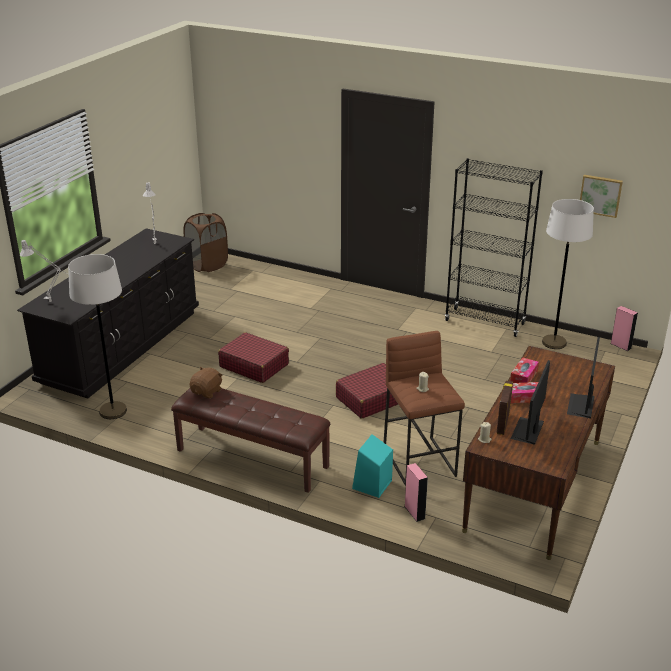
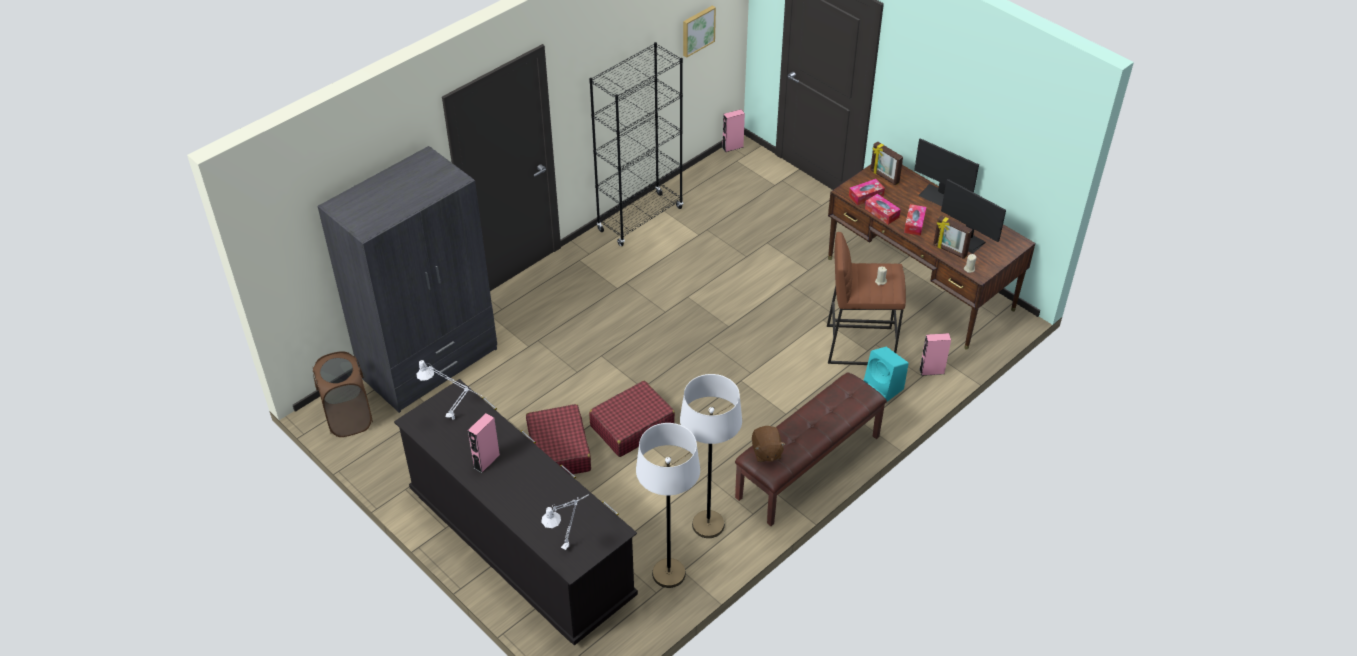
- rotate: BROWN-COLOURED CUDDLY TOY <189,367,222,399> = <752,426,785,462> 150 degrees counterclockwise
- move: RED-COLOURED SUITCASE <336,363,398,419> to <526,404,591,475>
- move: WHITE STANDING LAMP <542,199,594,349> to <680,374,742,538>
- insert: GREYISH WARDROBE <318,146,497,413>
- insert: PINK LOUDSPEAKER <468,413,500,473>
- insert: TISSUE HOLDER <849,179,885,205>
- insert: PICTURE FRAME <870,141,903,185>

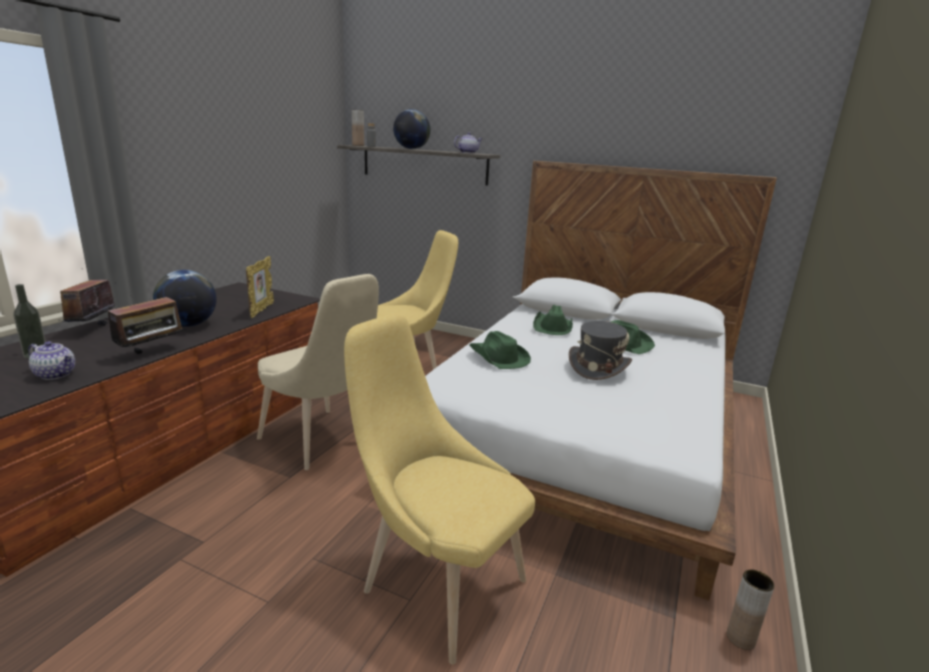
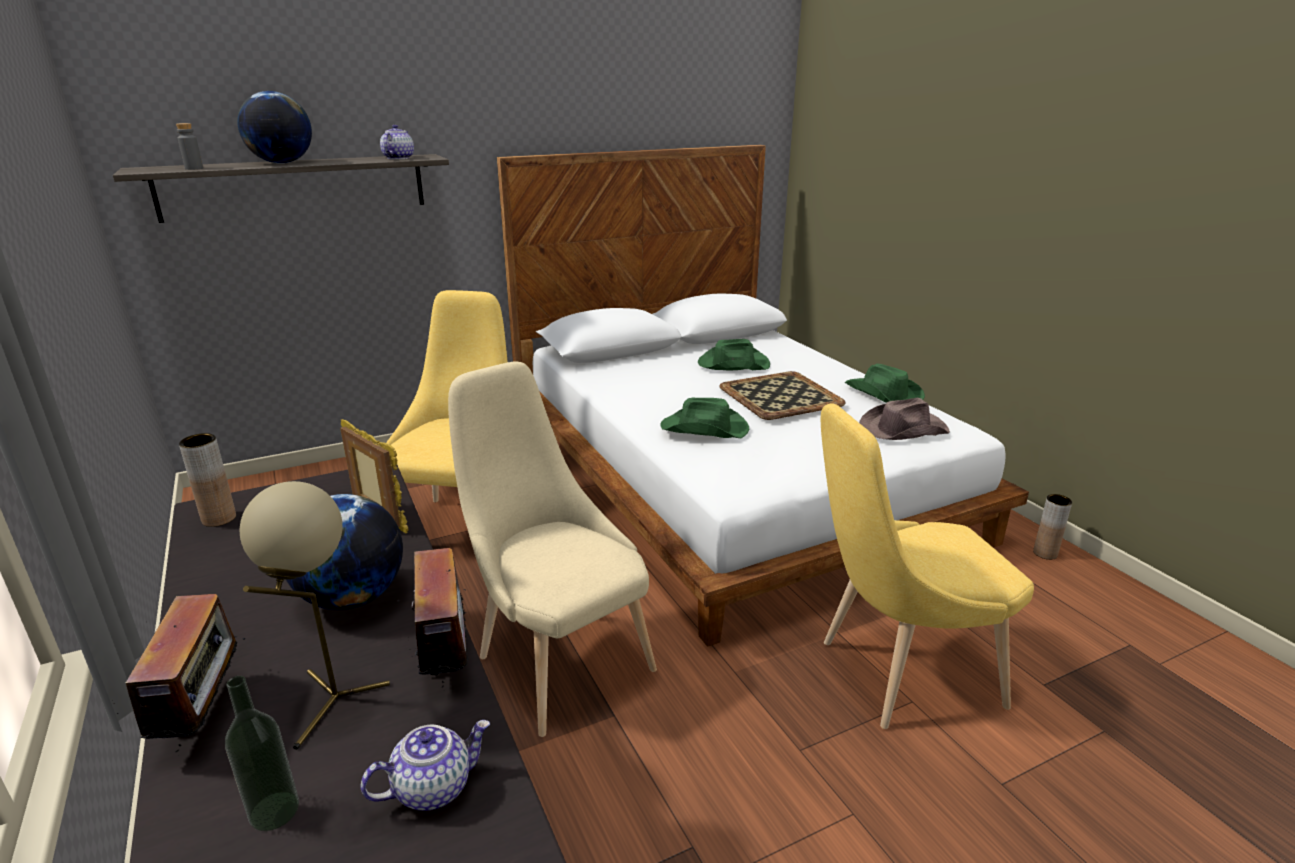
- rotate: RADIO <59,280,115,326> = <117,594,245,756> 135 degrees counterclockwise
- rotate: BEIGE PLAIN CHAIR <257,274,379,470> = <448,362,657,737> 120 degrees counterclockwise
- move: BROWN-COLOURED FLOWER VASE <352,110,364,146> to <179,433,236,527>
- move: GREEN HAT <533,305,573,335> to <845,364,925,403>
- replace: GREYISH HAT <569,321,632,380> to TRAY <719,371,846,420>
- insert: BEIGE TABLE LAMP <240,481,390,750>
- insert: BROWN-COLOURED HAT <859,398,950,440>

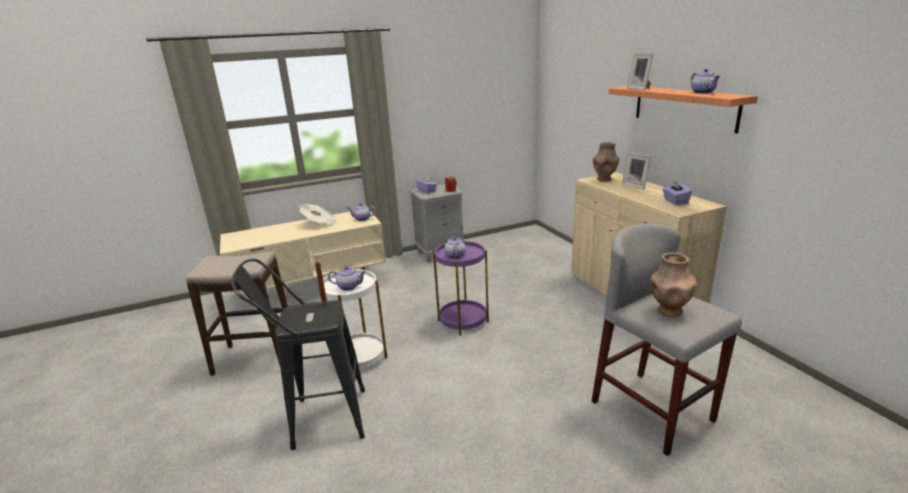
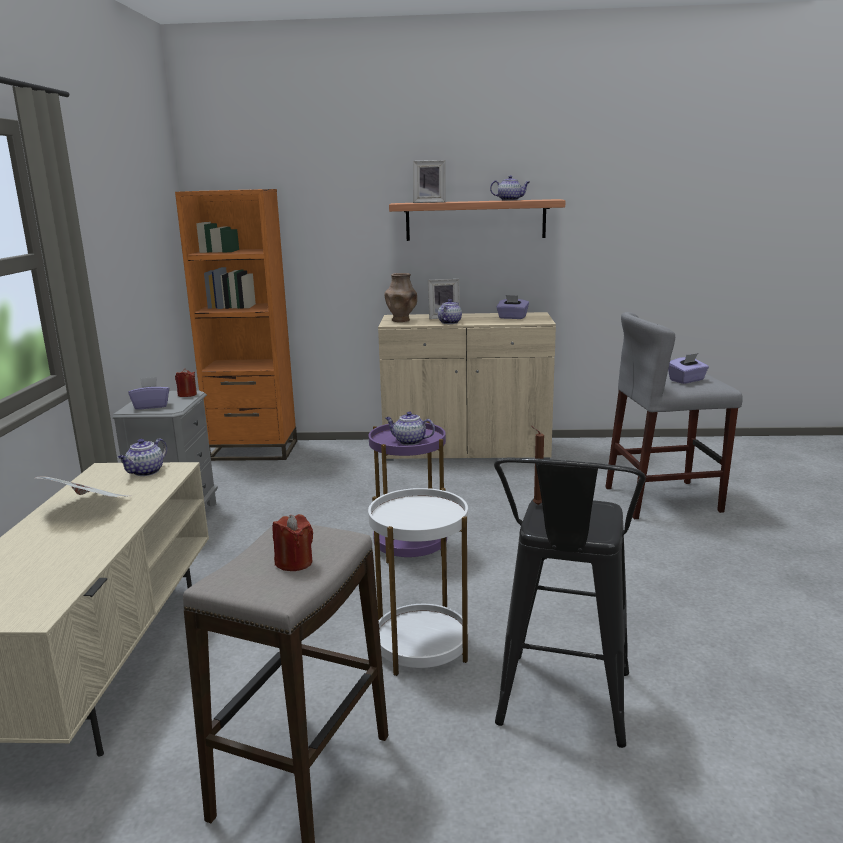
- move: TEAPOT <328,266,366,291> to <438,299,462,324>
- replace: BROWN-COLOURED FLOWER VASE <650,252,697,317> to PURPLISH TISSUE HOLDER <668,353,709,384>
- insert: ORANGE-COLOURED BOOKCASE <175,189,297,461>
- insert: RED-COLOURED WAX LIGHT <272,514,313,571>

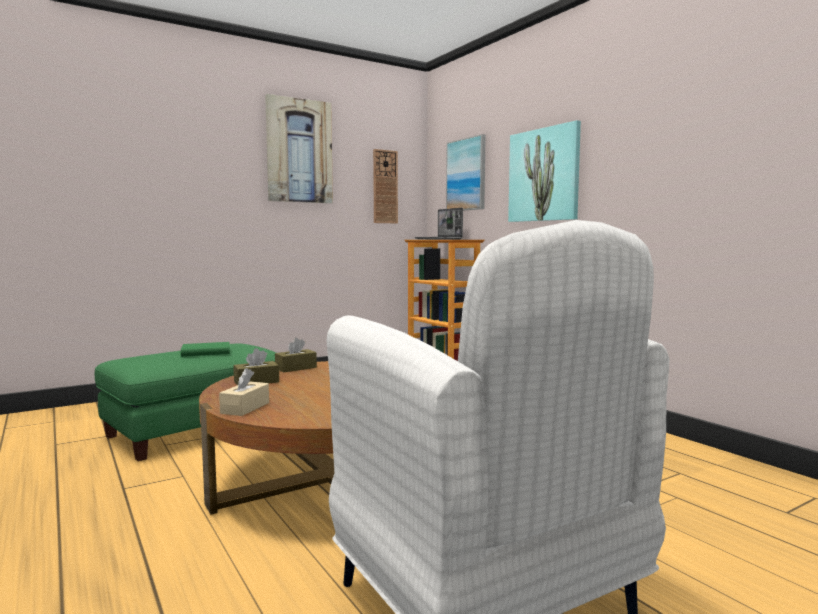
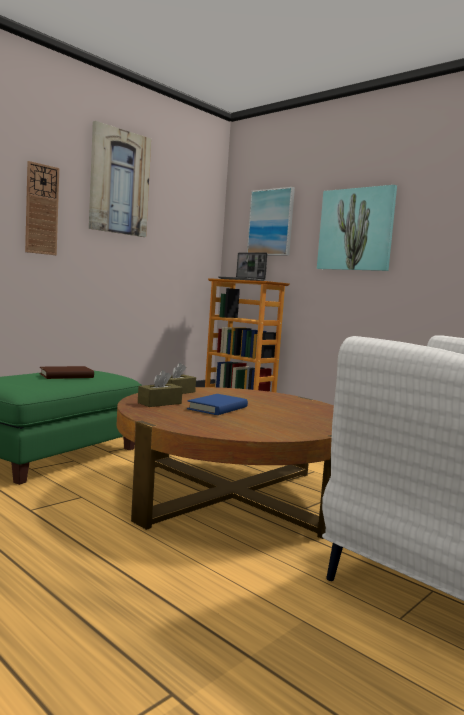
- recolor: GREEN VOLUME <181,342,230,357> to BROWN-COLOURED VOLUME <40,366,94,379>
- delete: BEIGE TISSUE HOLDER <219,368,269,416>
- move: WALL CLOCK <373,149,398,223> to <25,161,59,255>
- insert: BLUE VOLUME <187,394,248,415>

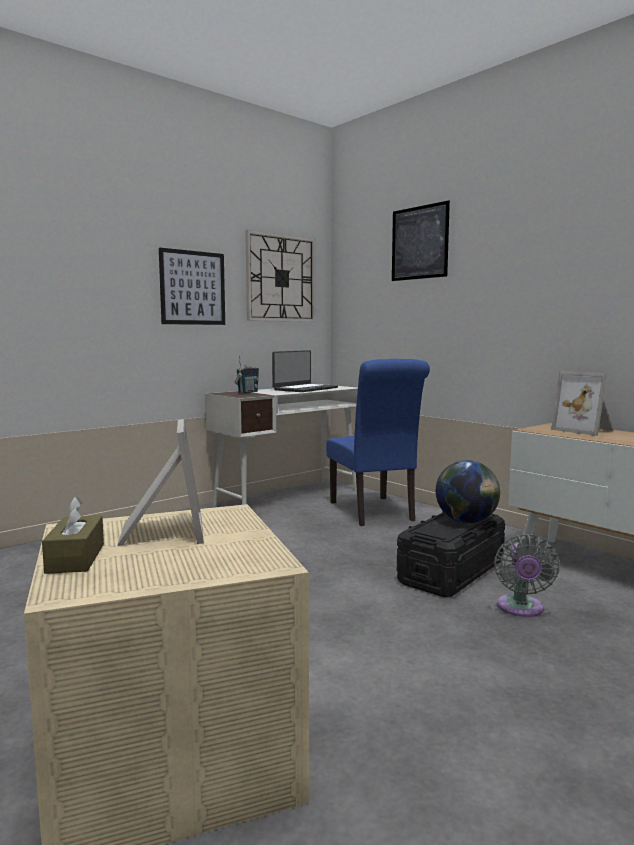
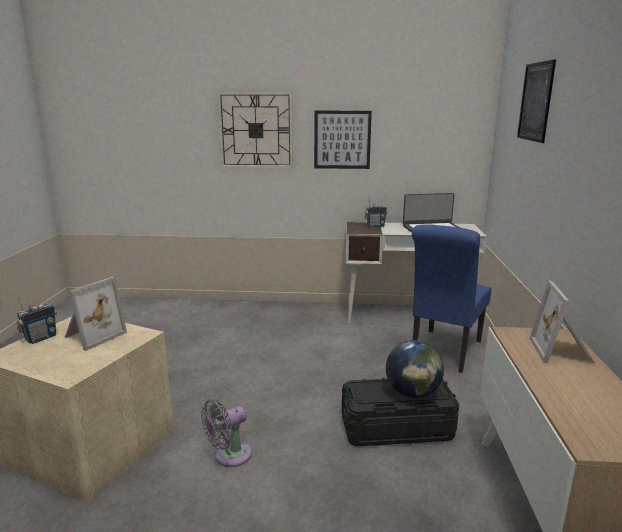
- replace: BROWN-COLOURED TISSUE HOLDER <42,496,104,574> to RADIO <17,296,57,344>
- move: WALL CLOCK <245,230,315,322> to <217,92,293,168>
- move: GREYISH ELECTRIC FAN <494,534,560,617> to <201,399,252,467>

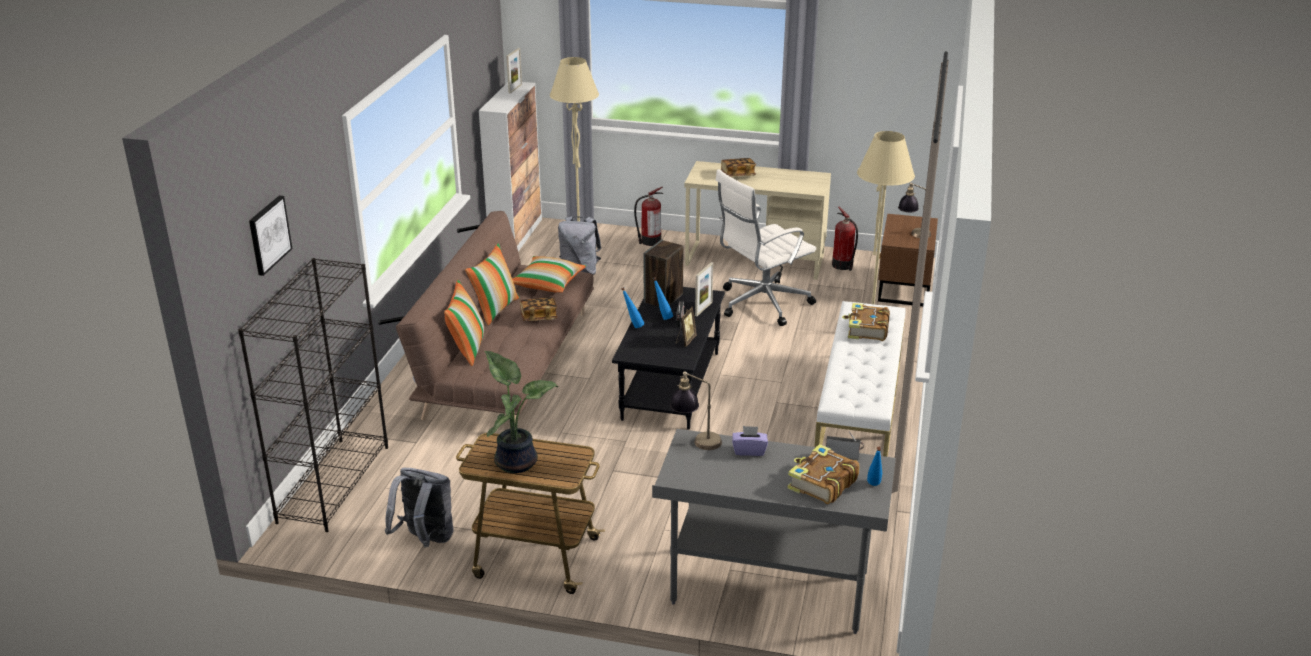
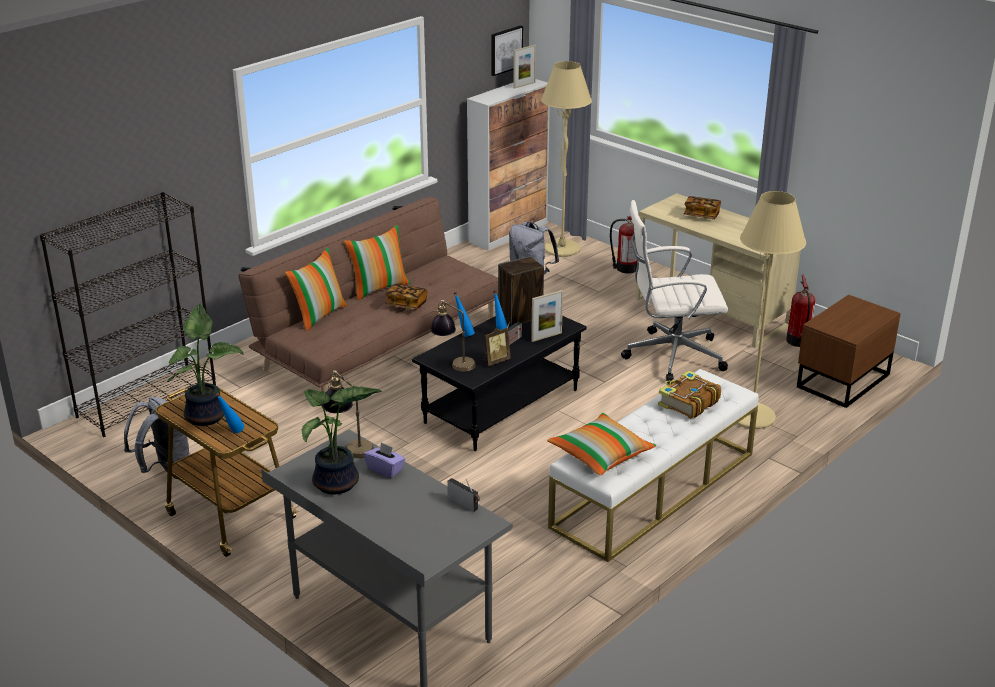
- move: WALL ART <249,196,292,276> to <491,25,523,76>
- move: PILLOW <512,256,586,293> to <547,413,656,475>
- delete: VOLUME <787,444,860,504>
- move: BLUE BOTTLE <867,447,882,486> to <215,393,244,433>
- move: TABLE LAMP <898,182,931,238> to <431,299,476,371>
- insert: POTTED PLANT <302,386,382,495>

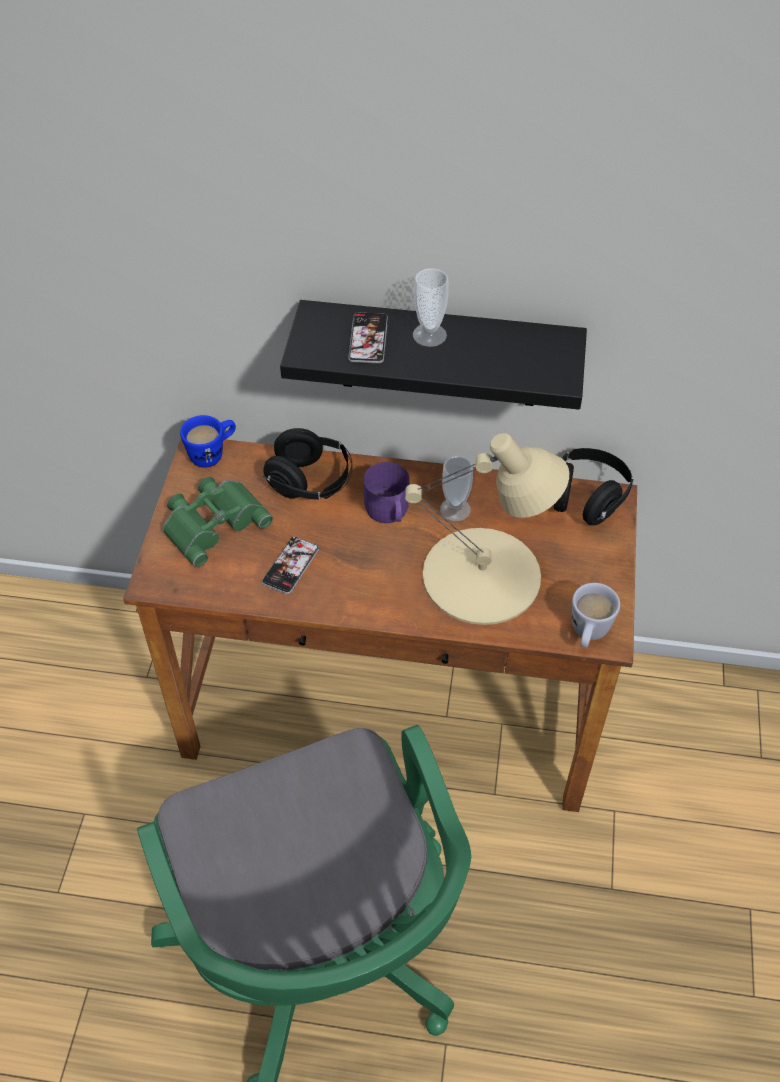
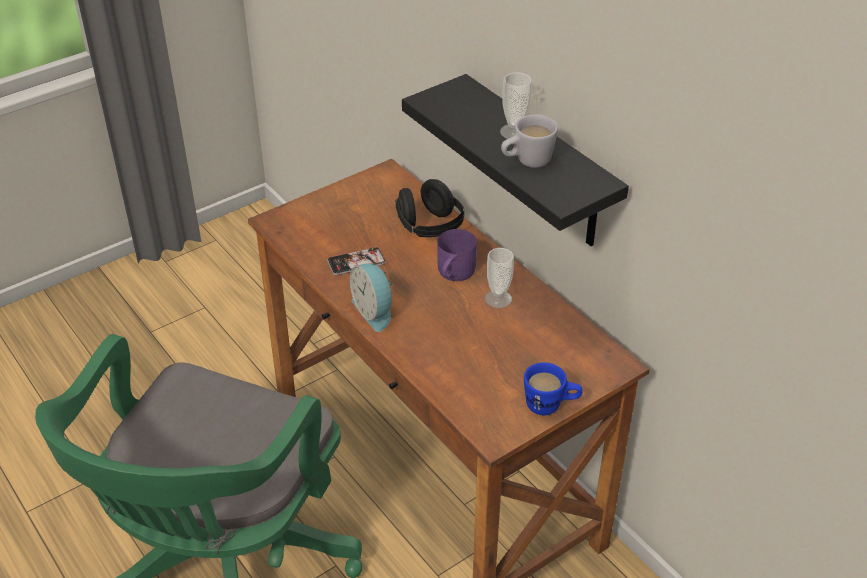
- delete: GREEN FIELD GLASSES <162,477,273,567>
- move: BLUE MUG <180,415,236,468> to <524,362,583,415>
- delete: TELEPHONE <348,313,388,363>
- delete: BEIGE TABLE LAMP <405,433,569,625>
- delete: BLACKISH PAIR OF HEADPHONES <554,448,633,526>
- move: WHITE MUG <572,583,620,648> to <501,115,558,168>
- insert: TABLE CLOCK <350,264,394,332>

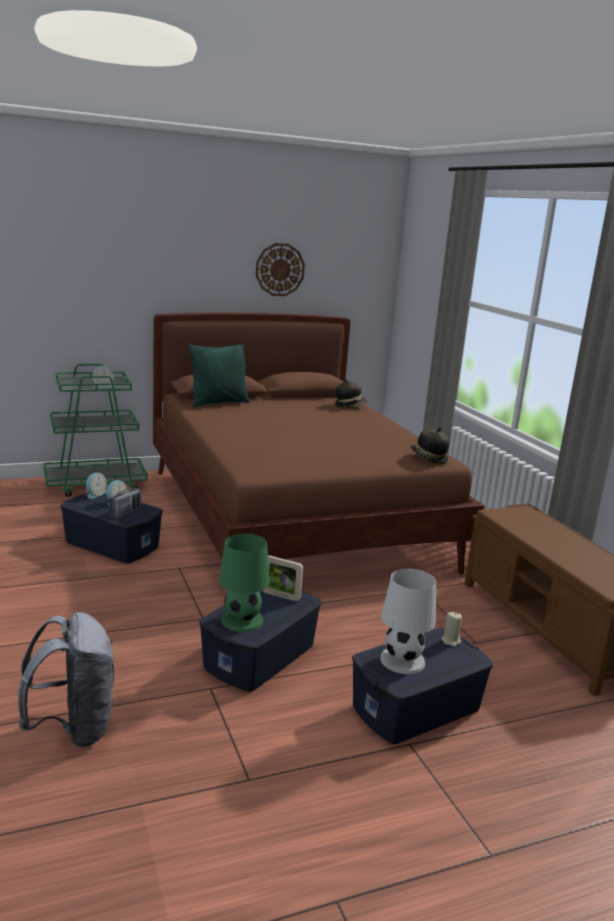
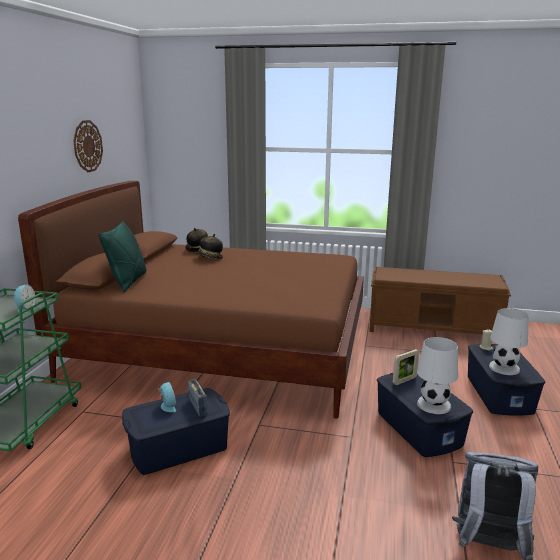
- delete: TABLE CLOCK <86,473,107,499>
- recolor: GREEN TABLE LAMP <219,534,269,632> to WHITE TABLE LAMP <417,337,458,414>
- move: HAT <410,428,450,464> to <194,234,223,259>

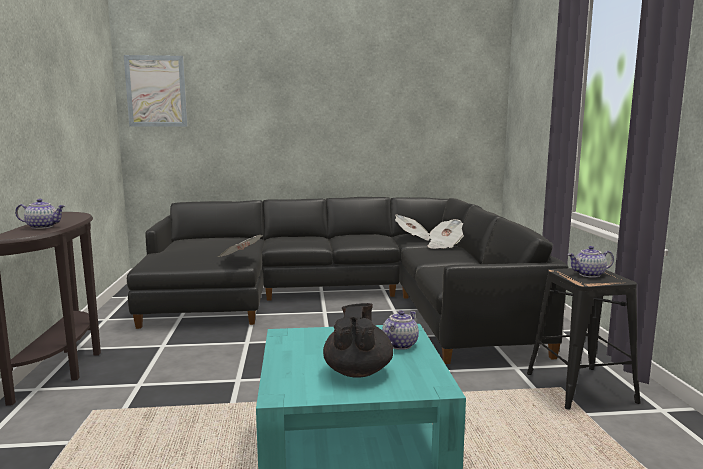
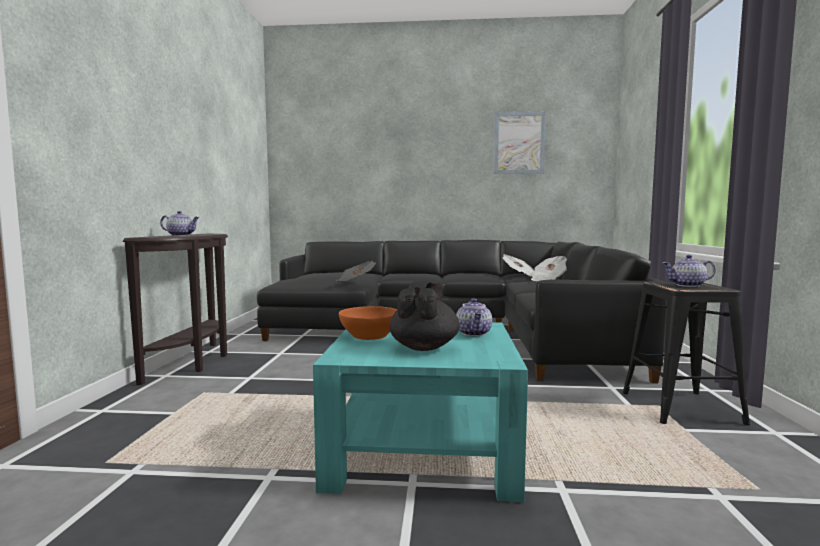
- move: WALL ART <124,55,187,127> to <494,111,546,174>
- rotate: TEAPOT <382,311,419,350> = <456,298,492,336> 135 degrees clockwise
- insert: ORANGE-COLOURED SERVING BOWL <339,306,397,340>

